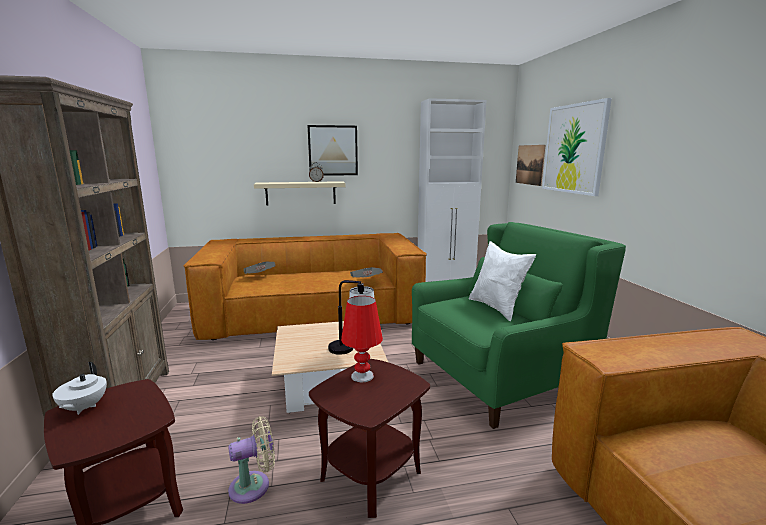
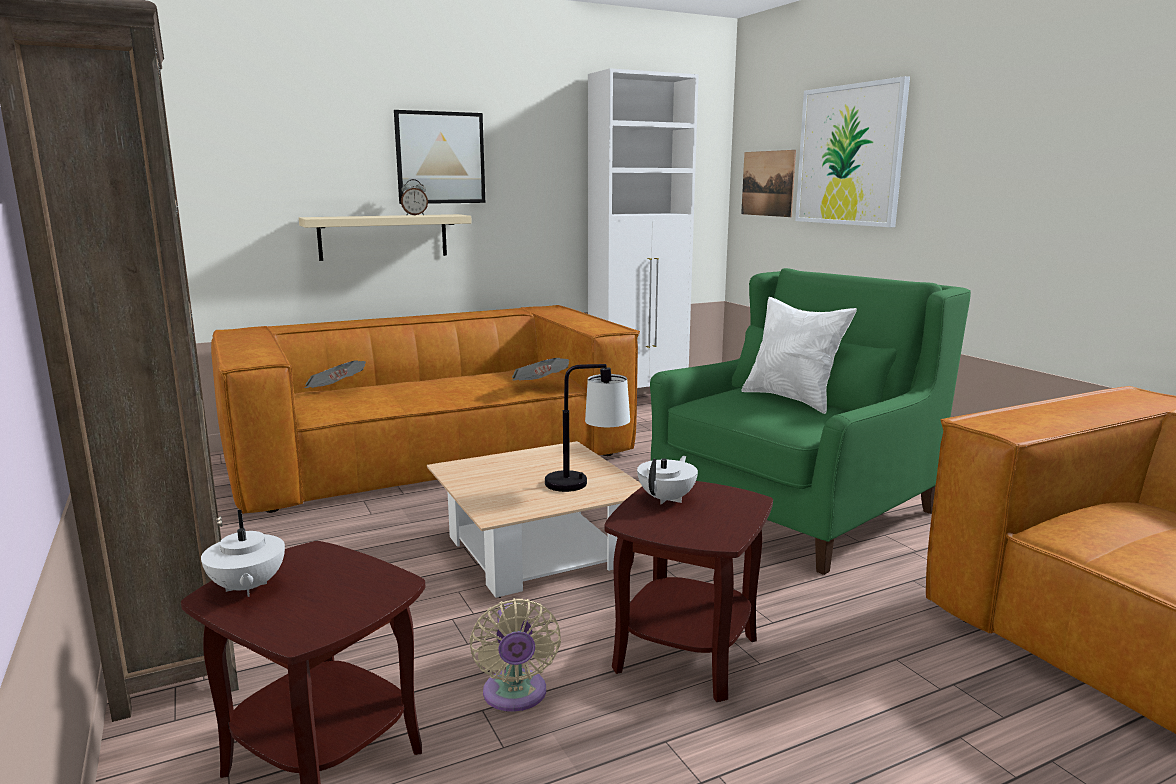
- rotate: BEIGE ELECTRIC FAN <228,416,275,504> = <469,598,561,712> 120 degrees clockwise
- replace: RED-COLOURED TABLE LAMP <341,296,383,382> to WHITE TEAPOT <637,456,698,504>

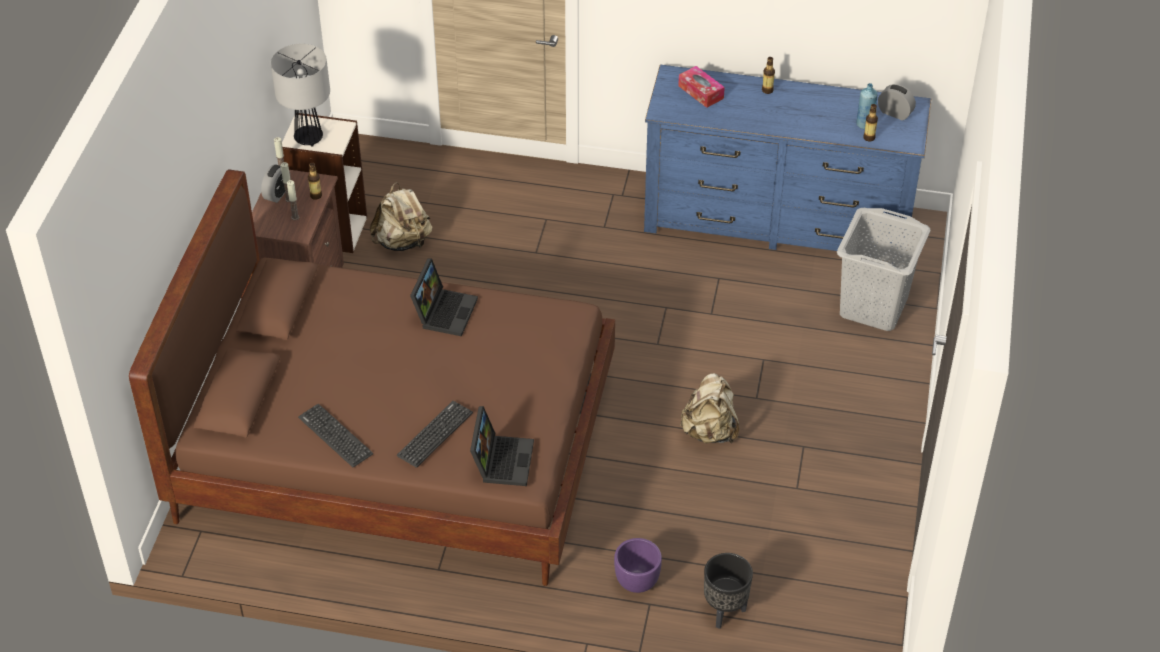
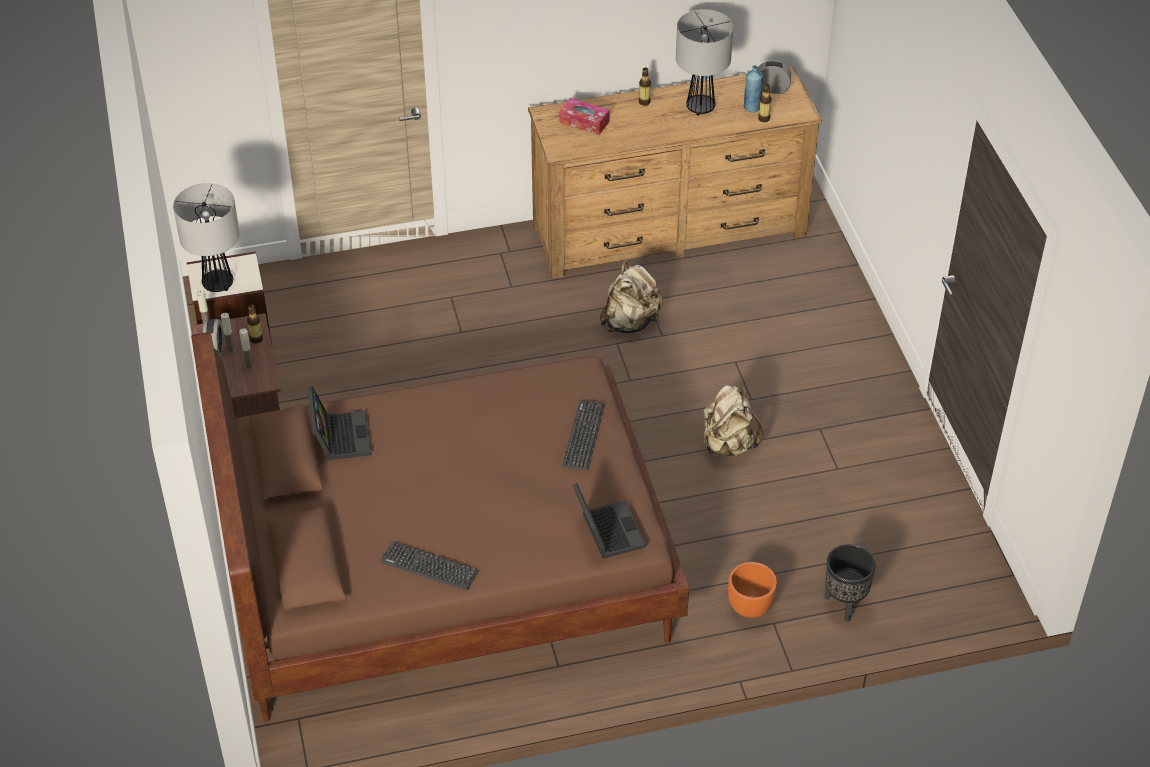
- move: BEIGE RUCKSACK <369,182,432,251> to <600,262,663,333>
- move: PC KEYBOARD <397,401,473,468> to <562,400,605,470>
- move: LAPTOP <410,259,478,336> to <308,386,372,460>
- recolor: PURPLISH PLANT POT <614,538,662,593> to ORANGE-COLOURED PLANT POT <728,562,777,618>
- recolor: BLUE CHEST OF DRAWERS <644,65,931,266> to BROWN-COLOURED CHEST OF DRAWERS <528,67,822,279>
- delete: GREYISH WASHING BASKET <837,208,931,331>
- insert: TABLE LAMP <676,9,733,116>

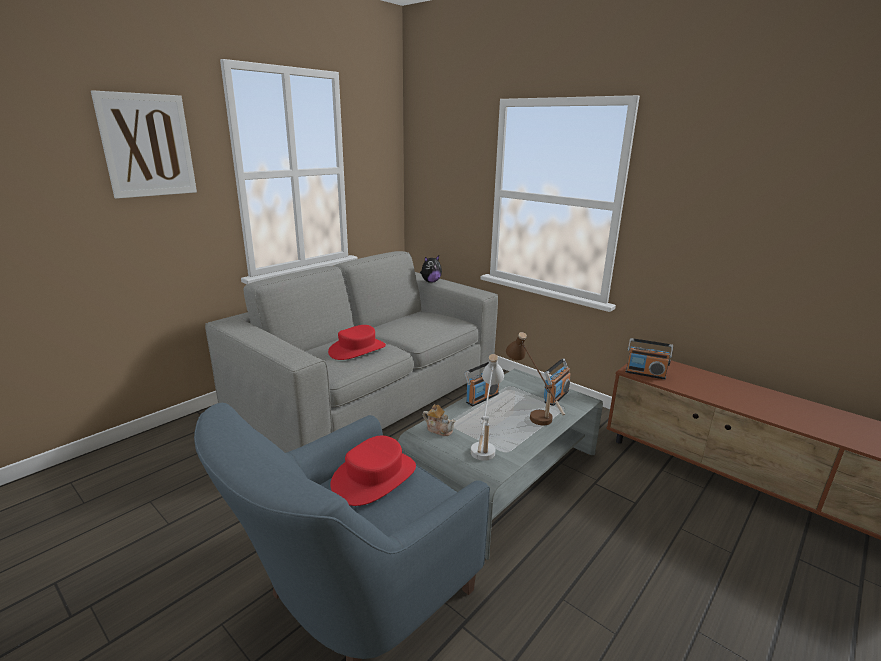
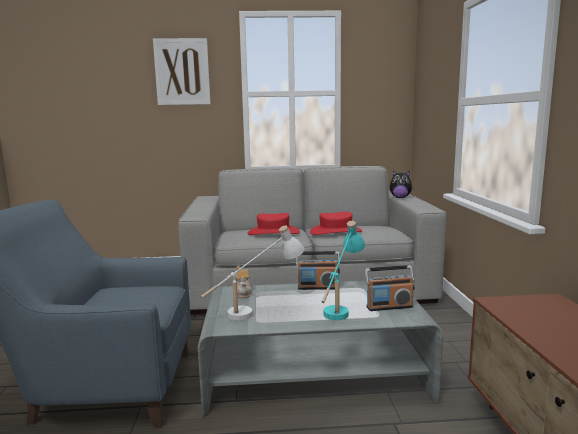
- move: RED-COLOURED HAT <330,436,416,506> to <310,212,362,235>
- recolor: BROWN-COLOURED TABLE LAMP <506,332,565,425> to BLUE-GREEN TABLE LAMP <322,221,365,320>
- delete: RADIO <626,338,673,379>

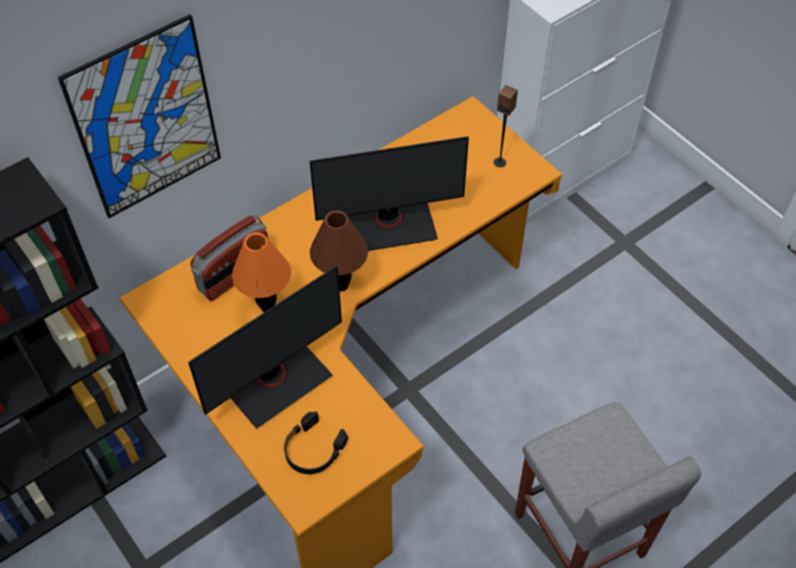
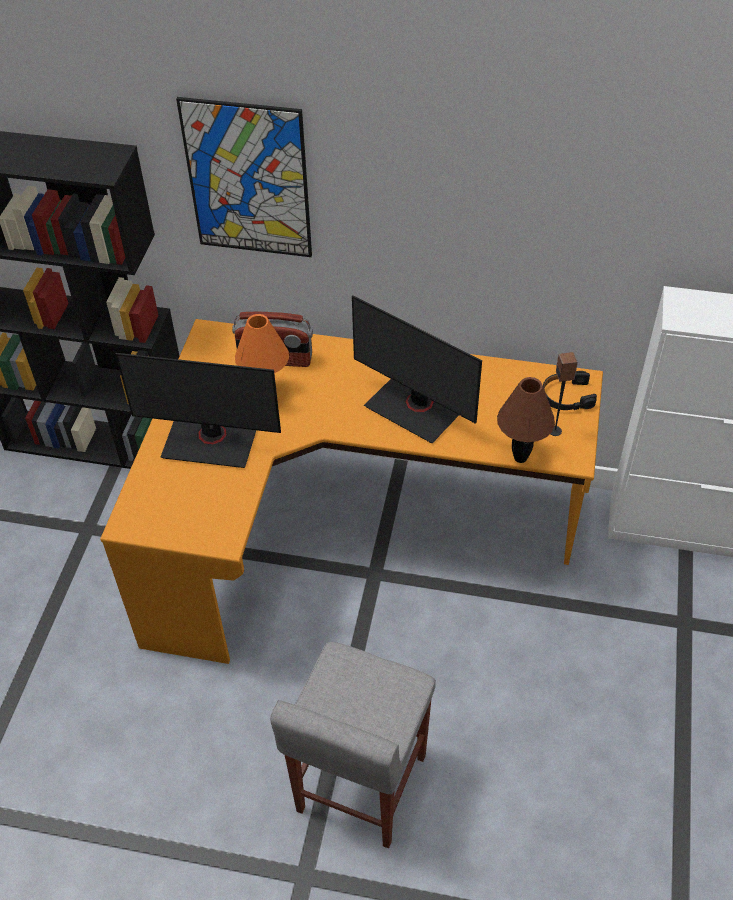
- move: BLACKISH PAIR OF HEADPHONES <284,411,348,474> to <543,371,597,410>
- move: BROWN-COLOURED TABLE LAMP <310,210,368,291> to <497,377,555,463>

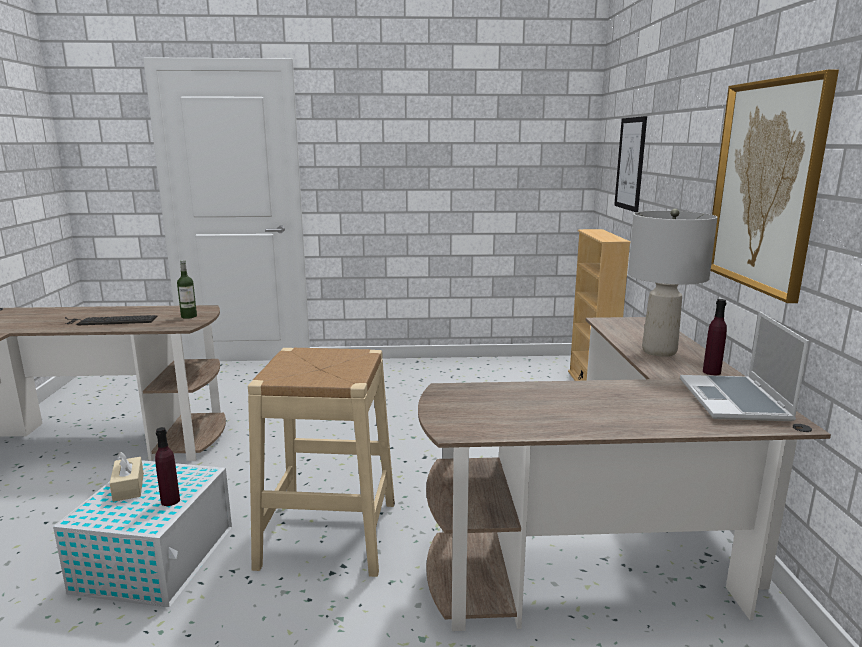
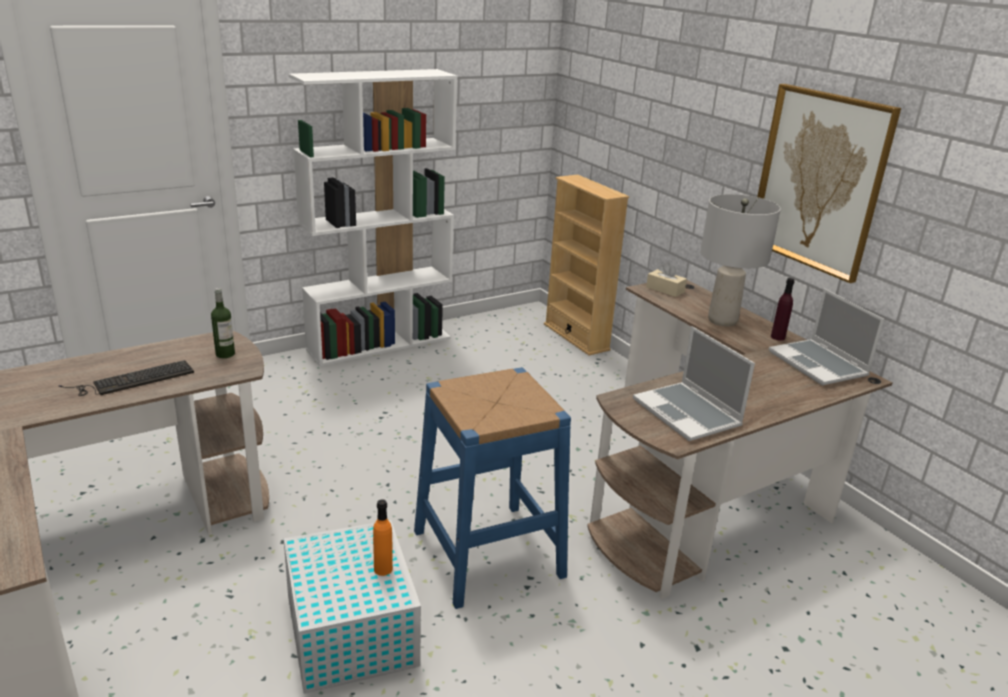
- move: BEIGE TISSUE HOLDER <109,451,144,502> to <646,263,687,297>
- recolor: PURPLISH BOTTLE <155,427,180,506> to ORANGE-COLOURED BOTTLE <373,499,393,576>
- recolor: BEIGE STOOL SEAT <248,348,395,577> to BLUE STOOL SEAT <414,367,571,609>
- delete: WALL ART <614,116,647,212>
- insert: WHITE BOOKCASE <288,69,457,366>
- insert: LAPTOP <633,326,755,441>

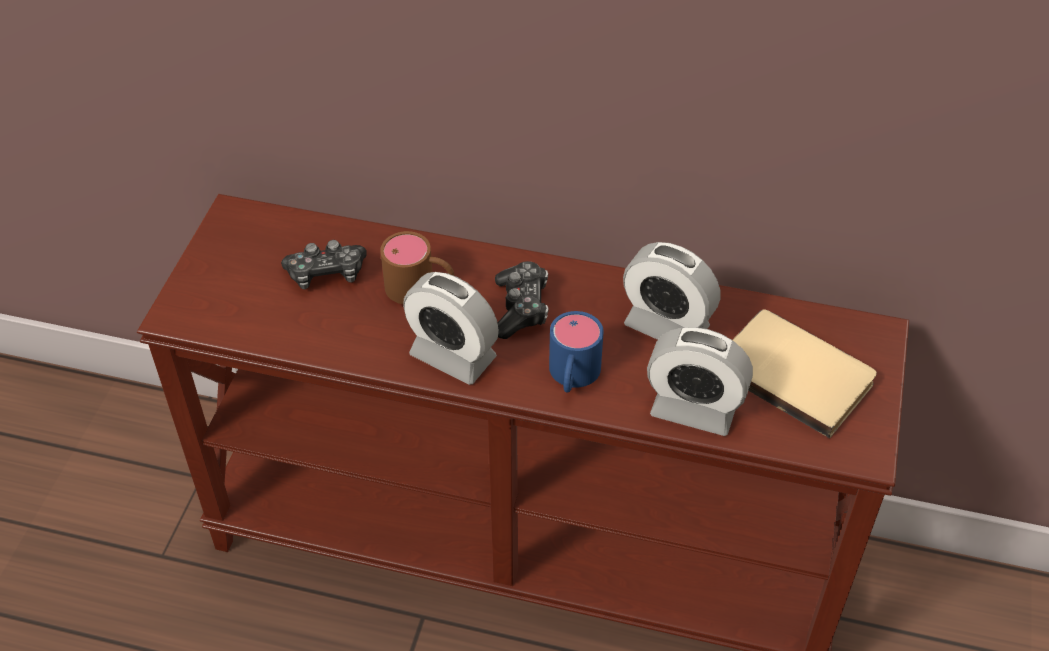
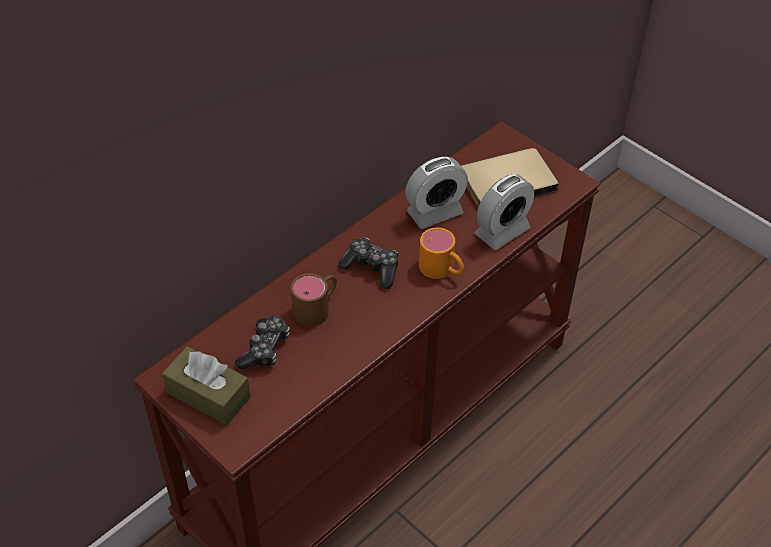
- delete: TABLE CLOCK <403,272,499,385>
- recolor: BLUE MUG <549,311,603,393> to ORANGE-COLOURED MUG <419,228,464,279>
- insert: BROWN-COLOURED TISSUE HOLDER <162,346,251,425>

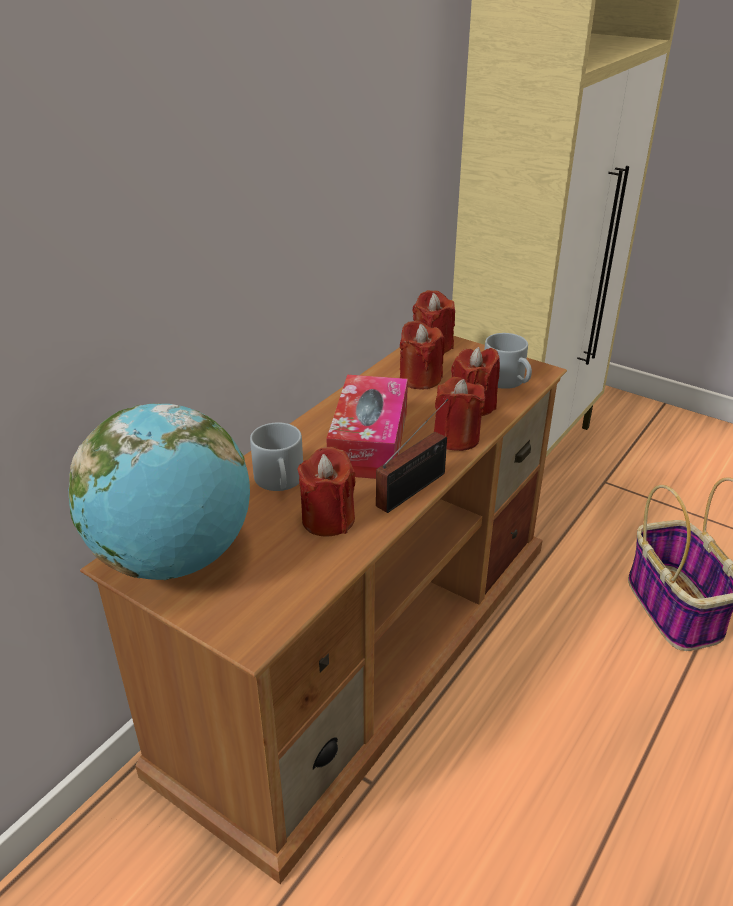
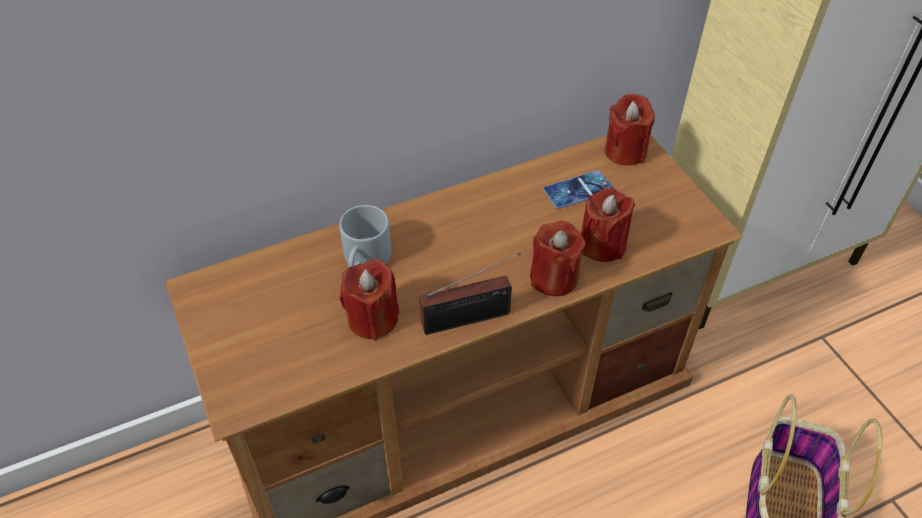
- delete: WORLD GLOBE <69,403,250,580>
- delete: TISSUE HOLDER <326,375,408,479>
- replace: RED-COLOURED WAX LIGHT <400,320,445,389> to TELEPHONE <543,170,614,209>
- delete: GREYISH MUG <484,333,532,389>

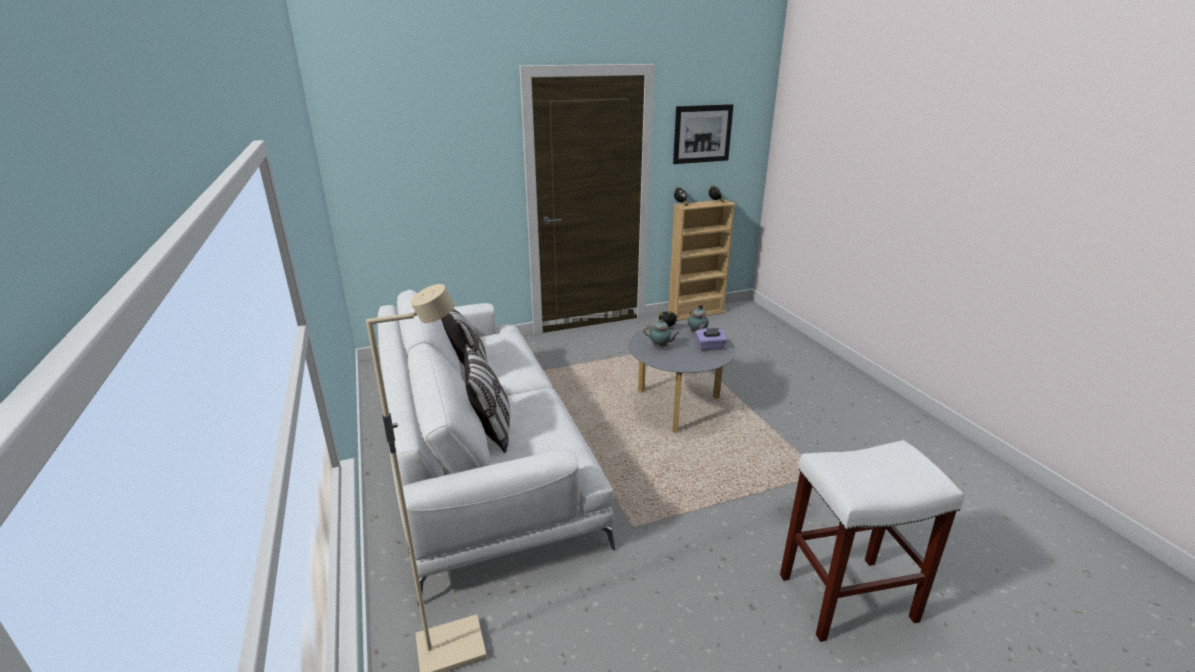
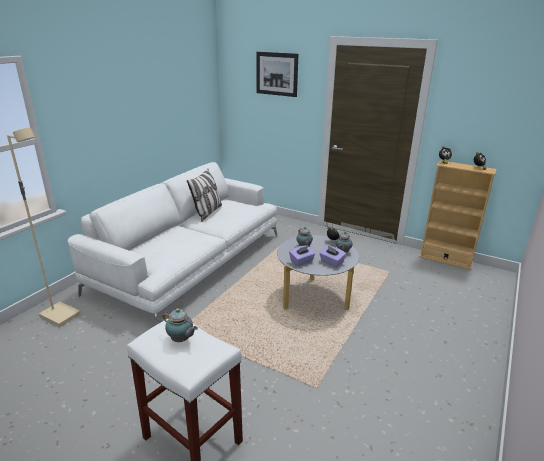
- delete: PILLOW <464,344,510,453>
- move: WALL ART <673,104,733,164> to <256,52,299,97>
- insert: TEAPOT <163,308,198,342>
- insert: PURPLISH TISSUE HOLDER <289,245,315,266>

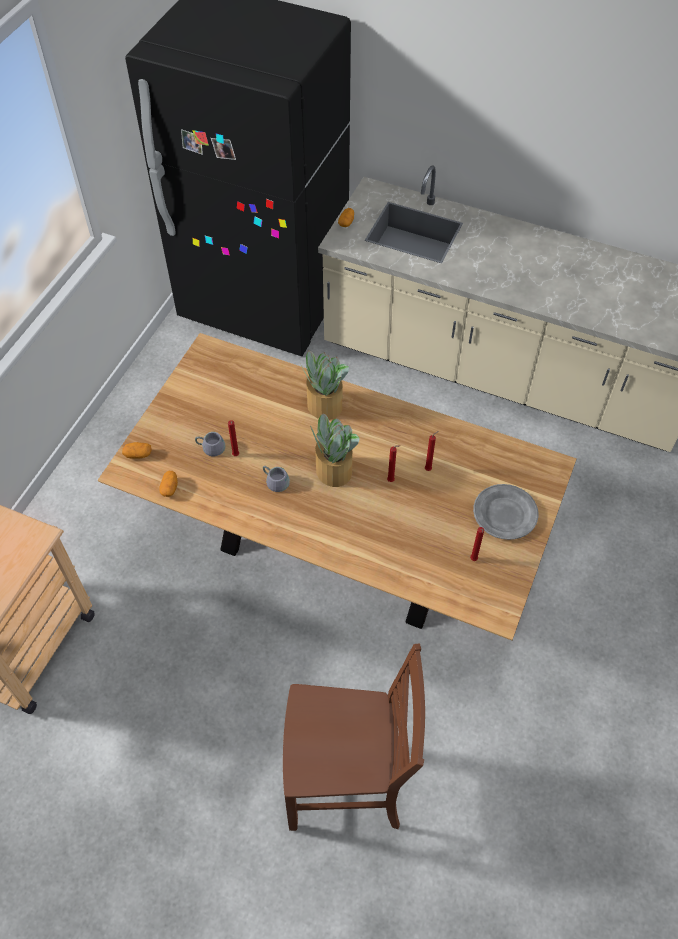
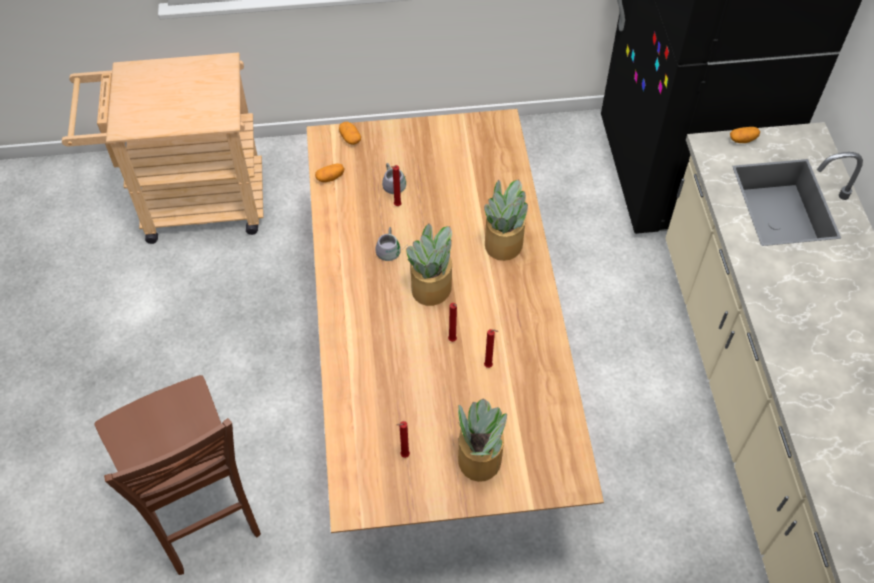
- replace: GREYISH DINNER PLATE <473,484,538,540> to POTTED PLANT <458,398,507,482>

